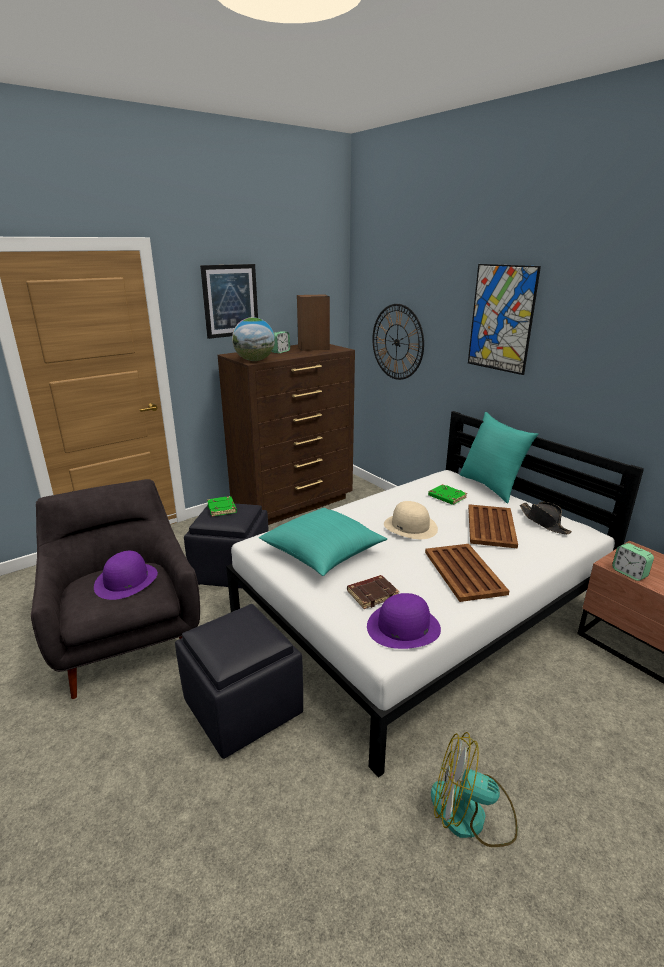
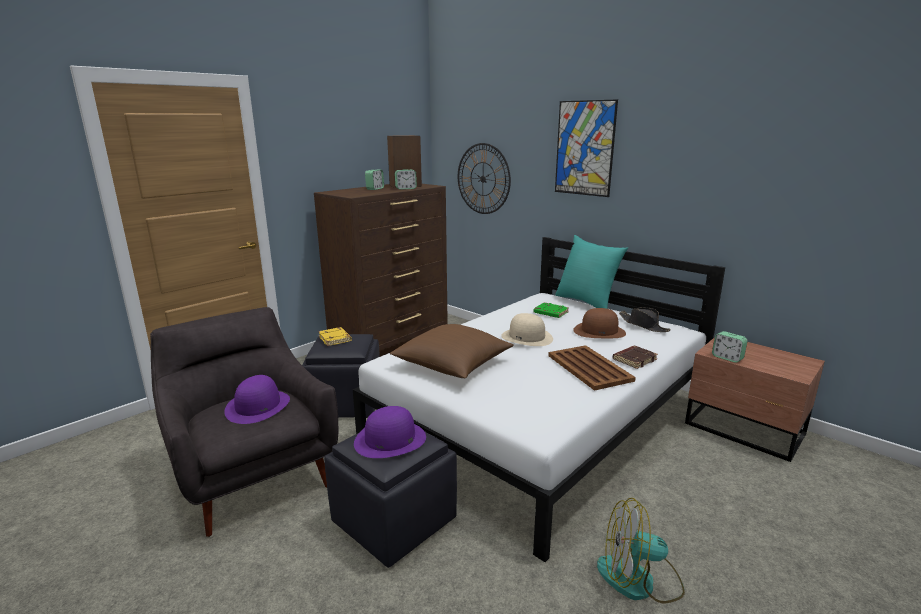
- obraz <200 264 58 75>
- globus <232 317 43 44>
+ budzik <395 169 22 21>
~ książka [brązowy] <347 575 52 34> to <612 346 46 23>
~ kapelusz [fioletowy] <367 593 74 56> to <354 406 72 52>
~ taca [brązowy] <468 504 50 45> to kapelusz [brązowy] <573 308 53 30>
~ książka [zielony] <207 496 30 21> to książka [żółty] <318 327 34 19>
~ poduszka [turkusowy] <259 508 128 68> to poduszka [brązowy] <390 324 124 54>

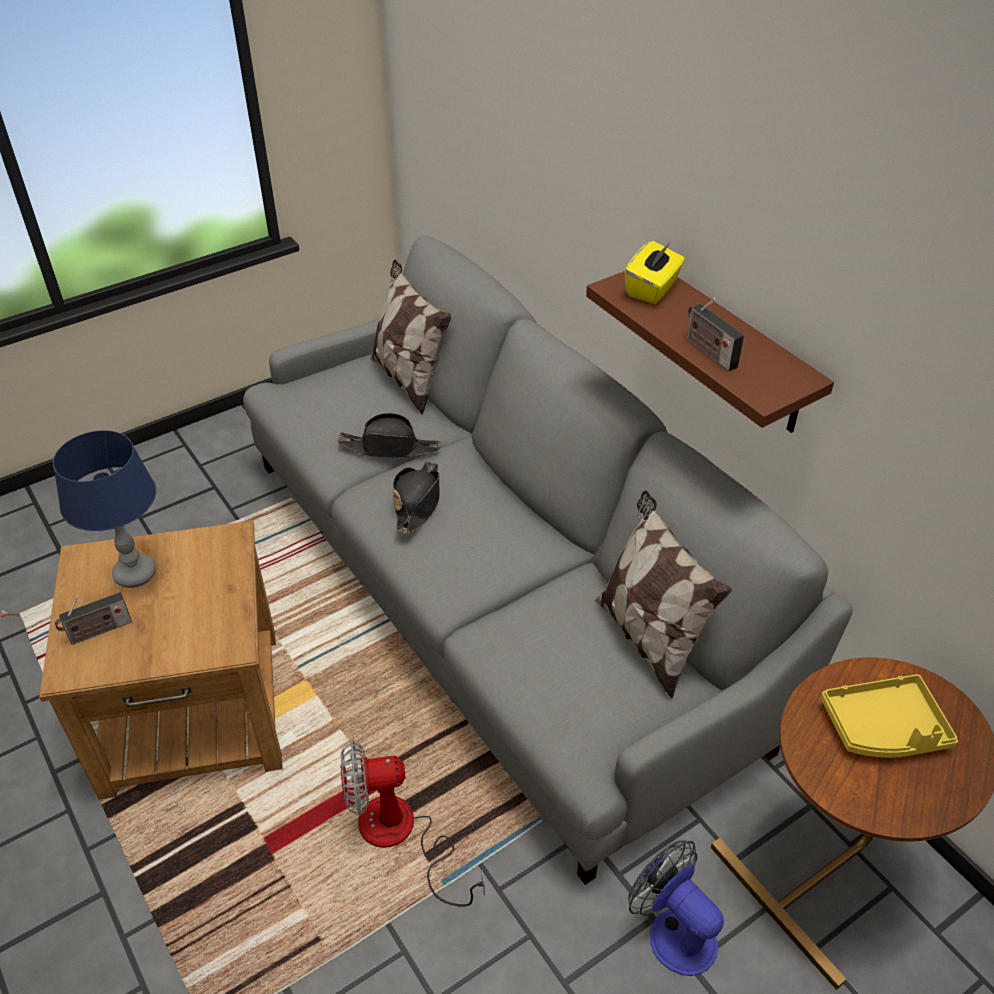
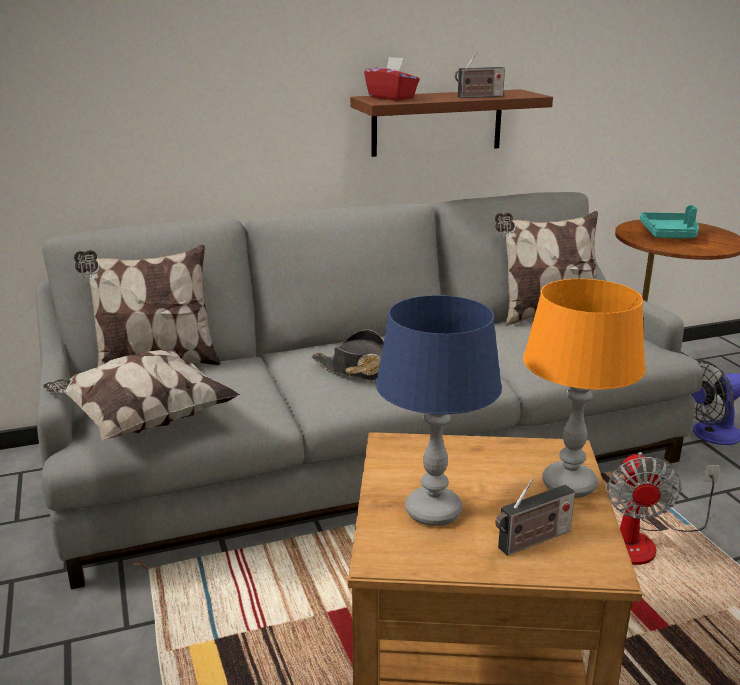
- kapelusz [czarny] <338 413 103 45>
+ poduszka <43 348 197 92>
+ lampa stołowa [pomarańczowy] <523 279 123 219>
~ pudełko chusteczek [żółty] <625 241 60 63> to pudełko chusteczek [czerwony] <364 57 56 43>
~ taca [żółty] <821 674 137 84> to taca [turkusowy] <640 205 59 34>
~ radio <55 592 77 53> = <495 479 80 77> 75 degrees clockwise

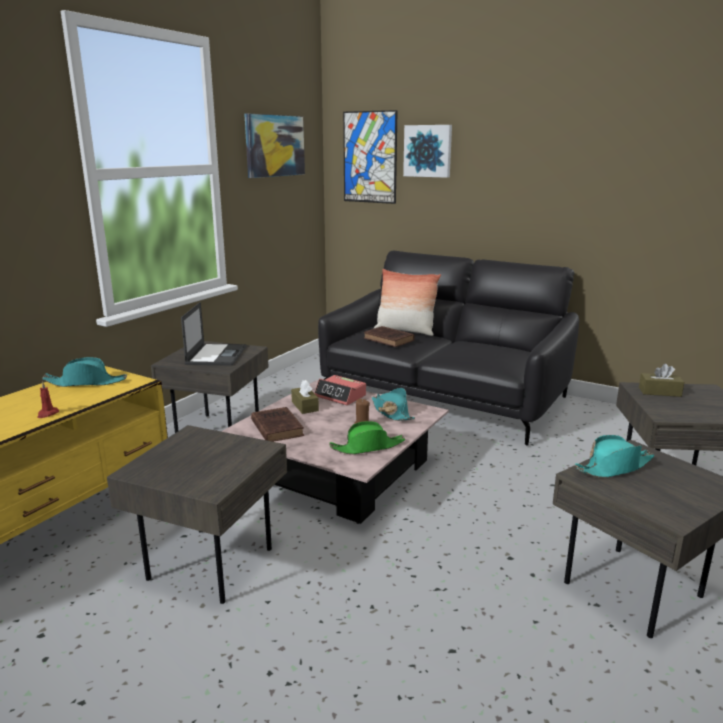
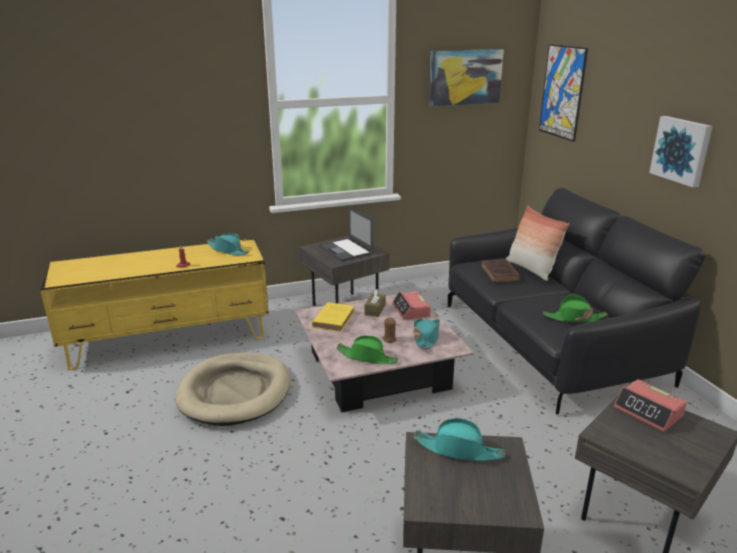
+ kapelusz [zielony] <543 294 65 28>
~ obraz <403 125 49 53> to <649 116 64 71>
~ stolik [szary] <107 425 180 179> to legowisko [beżowy] <175 353 115 73>
~ pudełko chusteczek [brązowy] <639 363 45 34> to budzik <614 379 73 53>
~ książka [brązowy] <251 407 53 35> to książka [żółty] <312 302 43 30>
~ laptop <181 302 65 64> = <319 206 54 56> 105 degrees clockwise

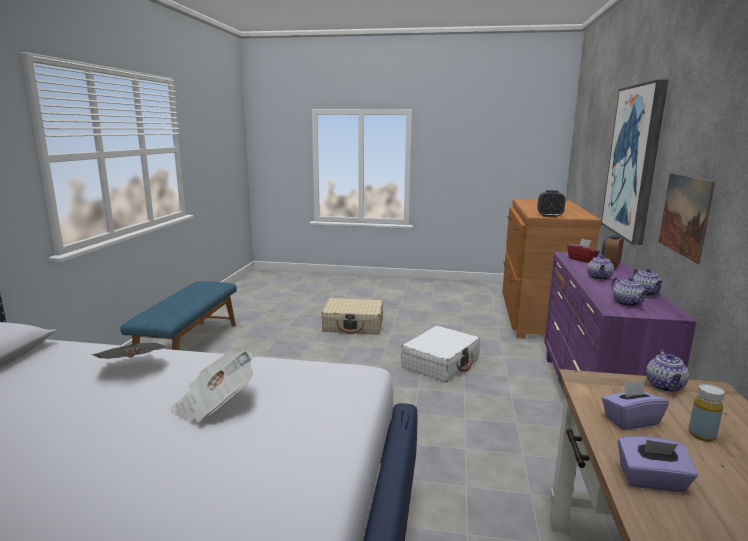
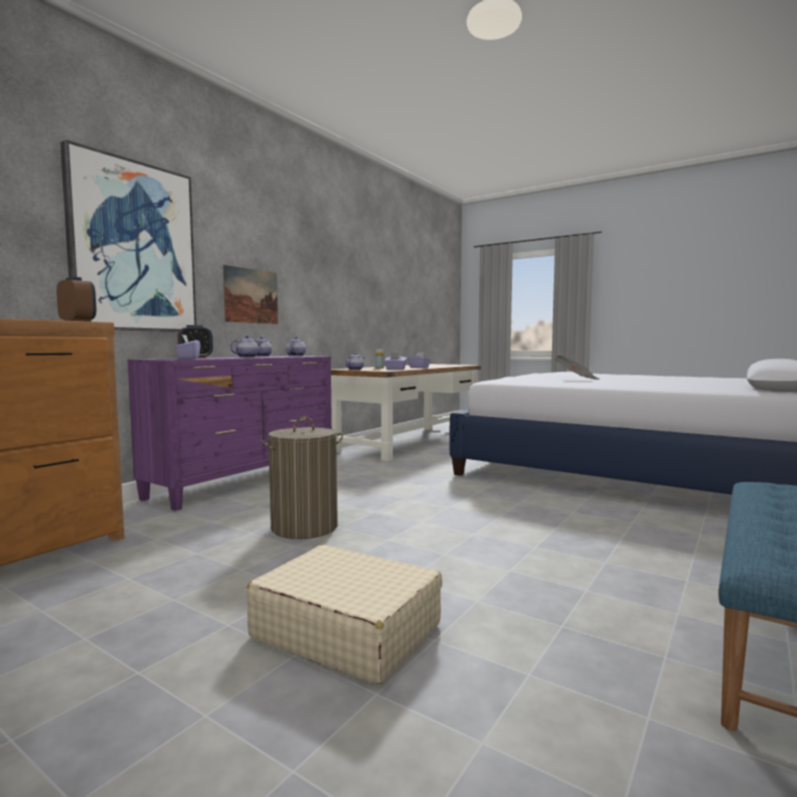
- gazeta <91 343 76 16>
~ walizka [biały] <401 326 79 56> to kosz na pranie <261 417 82 122>
~ pudełko chusteczek [czerwony] <567 238 33 25> to pudełko chusteczek [fioletowy] <175 335 25 24>

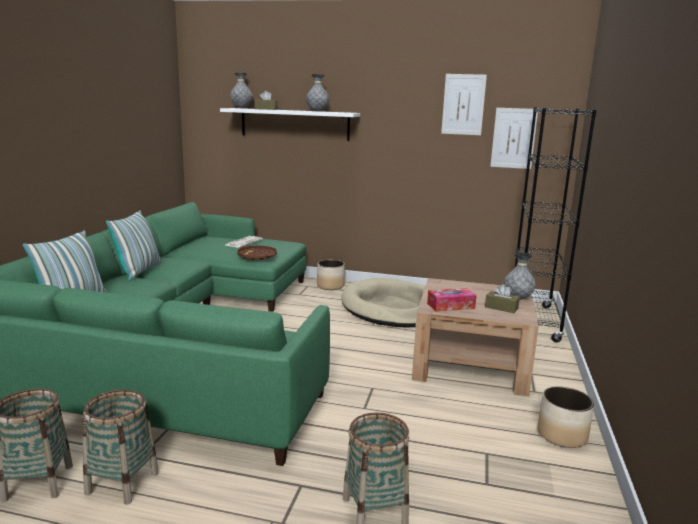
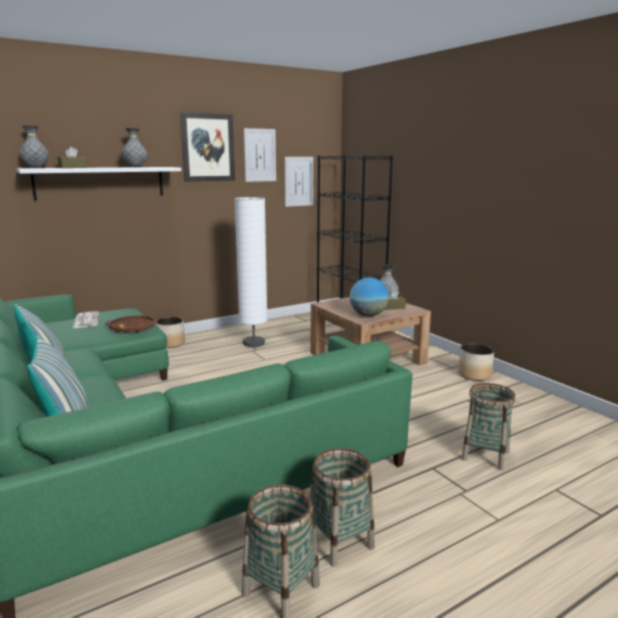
+ obraz <180 112 55 70>
~ legowisko [beżowy] <341 278 84 50> to lampa stojąca [biały] <235 197 33 150>
~ pudełko chusteczek <427 288 50 24> to globus <350 277 39 39>

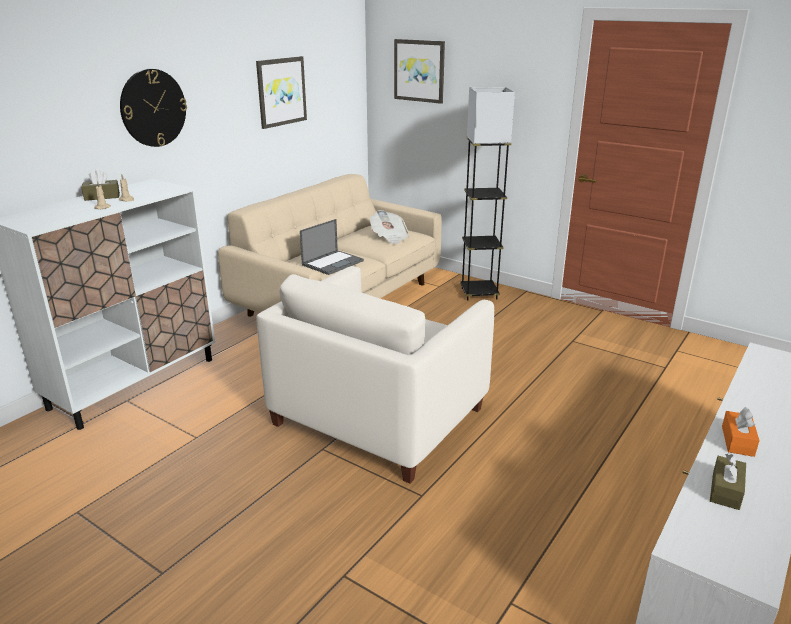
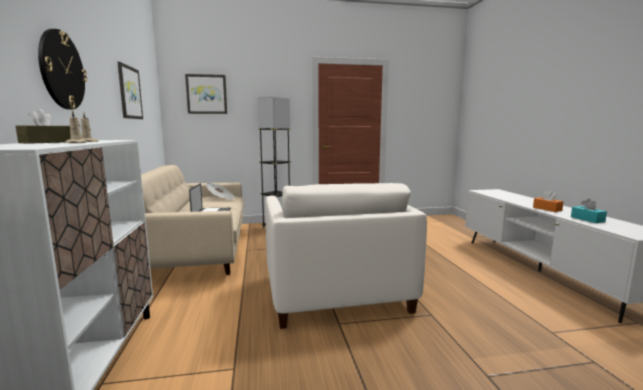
~ pudełko chusteczek [brązowy] <710 453 36 57> to pudełko chusteczek [turkusowy] <571 199 36 24>

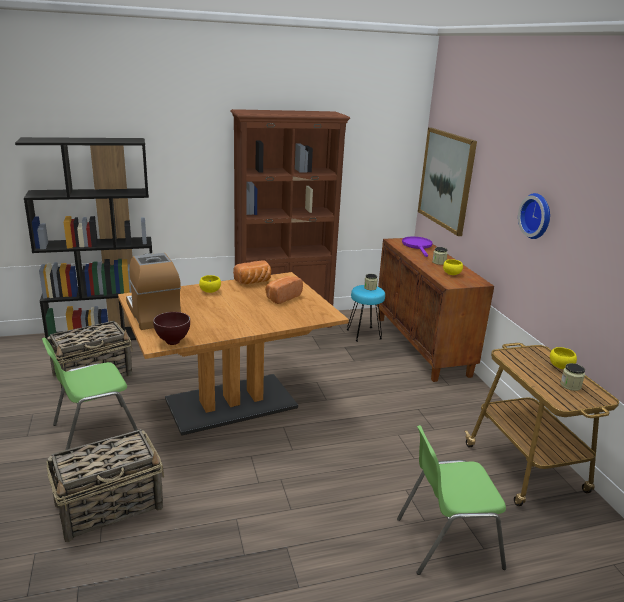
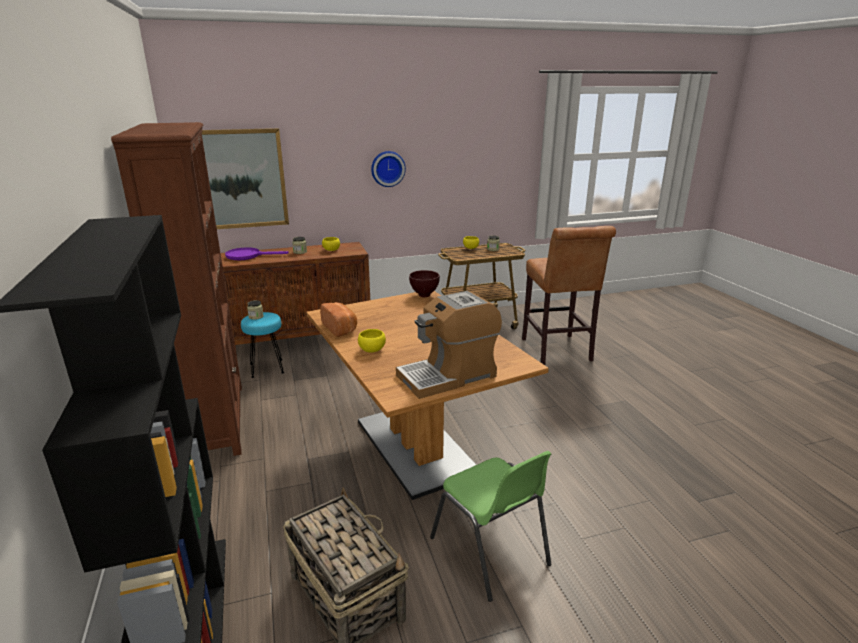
- koszyk <46 429 118 113>
- chleb <265 276 38 28>
~ miska [brązowy] <153 312 37 33> to <409 270 31 27>
~ krzesło [zielony] <397 425 109 150> to stołek [brązowy] <522 226 94 139>

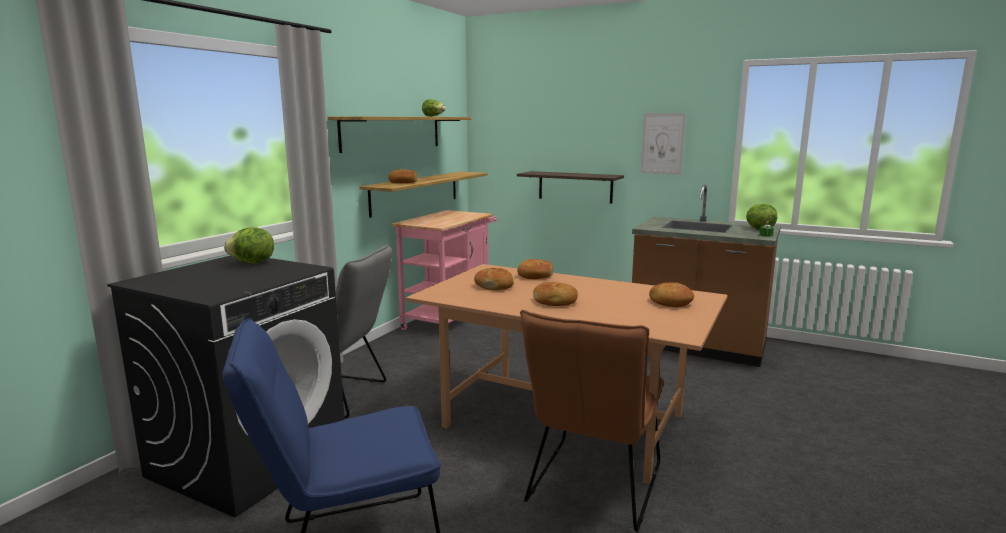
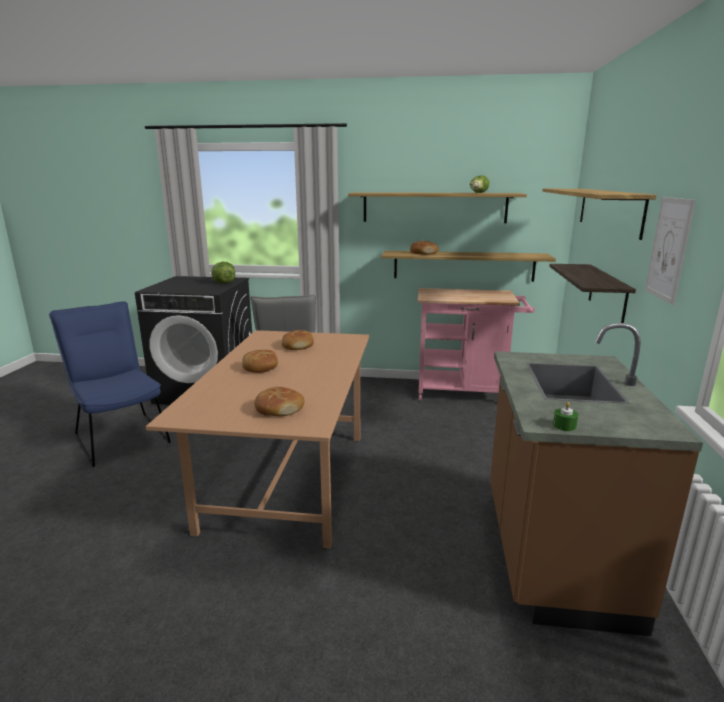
- chleb <517 259 37 20>
- krzesło [brązowy] <520 310 144 222>
- sałata <746 204 31 25>
+ półka <542 189 115 51>

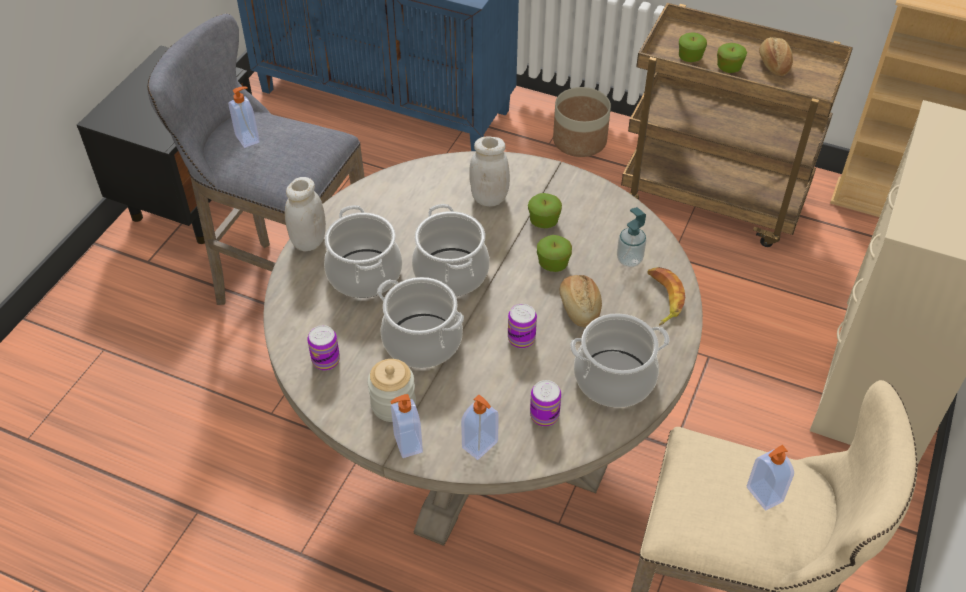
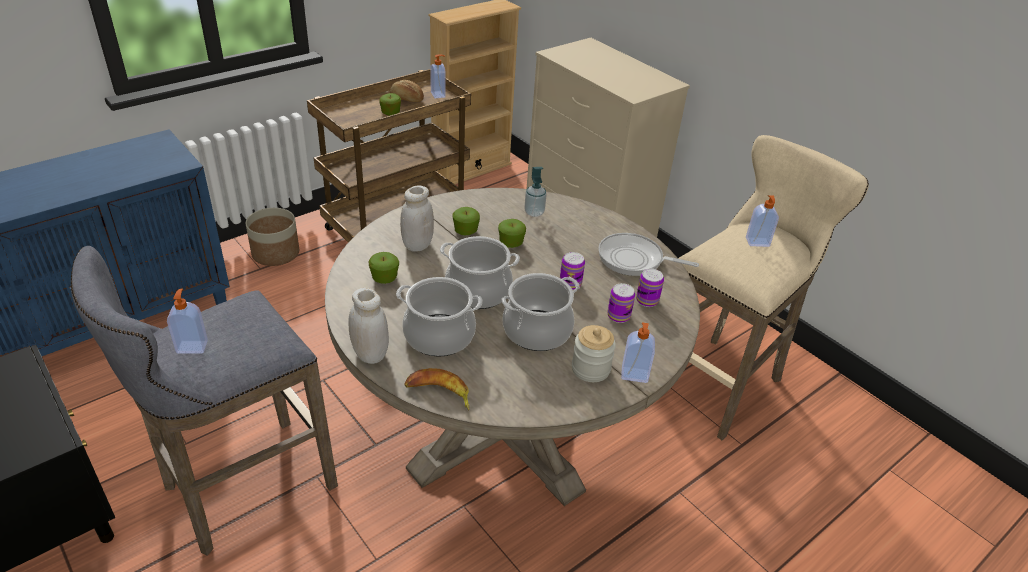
- chleb <560 275 42 52>
~ puszka <307 325 33 45> to <607 283 28 40>
~ dozownik mydła <461 395 38 65> to <430 54 16 44>
~ banan <648 267 37 59> to <404 368 66 42>
~ jabłko <679 32 28 30> to <369 252 30 32>
~ garnek <570 313 100 95> to patelnia <598 233 101 43>

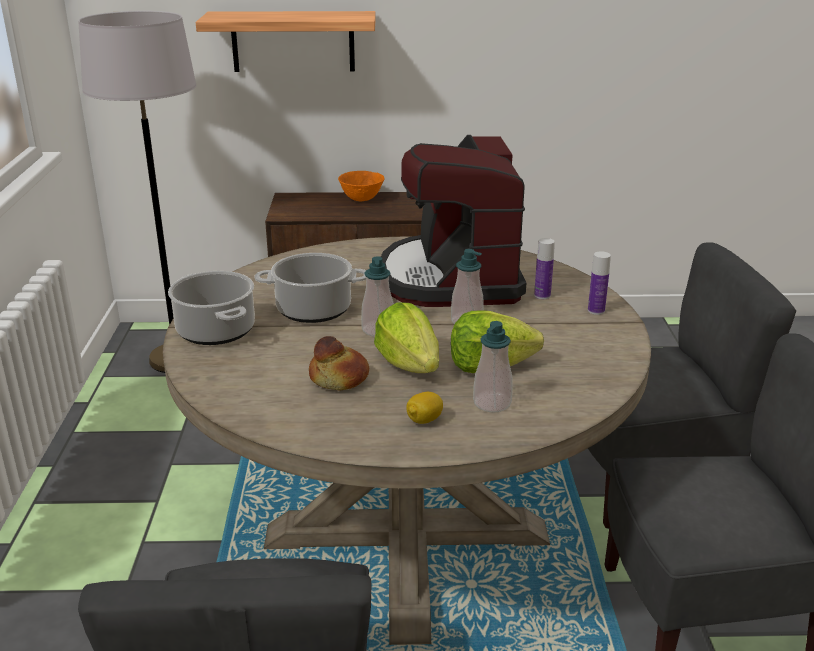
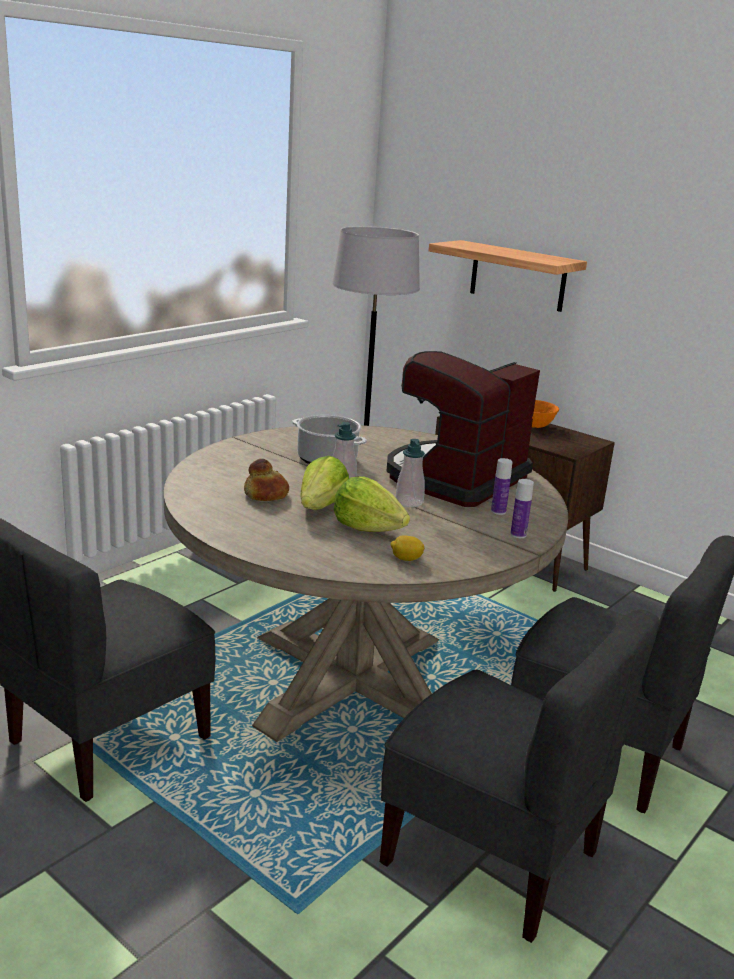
- garnek <168 271 87 74>
- dozownik mydła <473 321 40 92>
~ cytryna <406 392 37 32> to <391 535 34 26>

